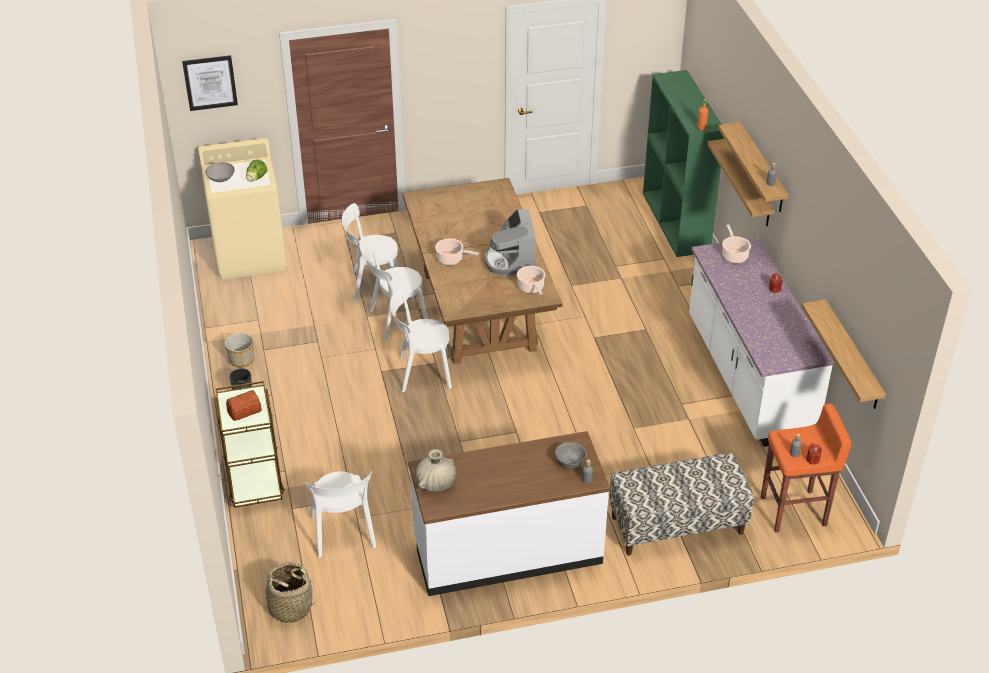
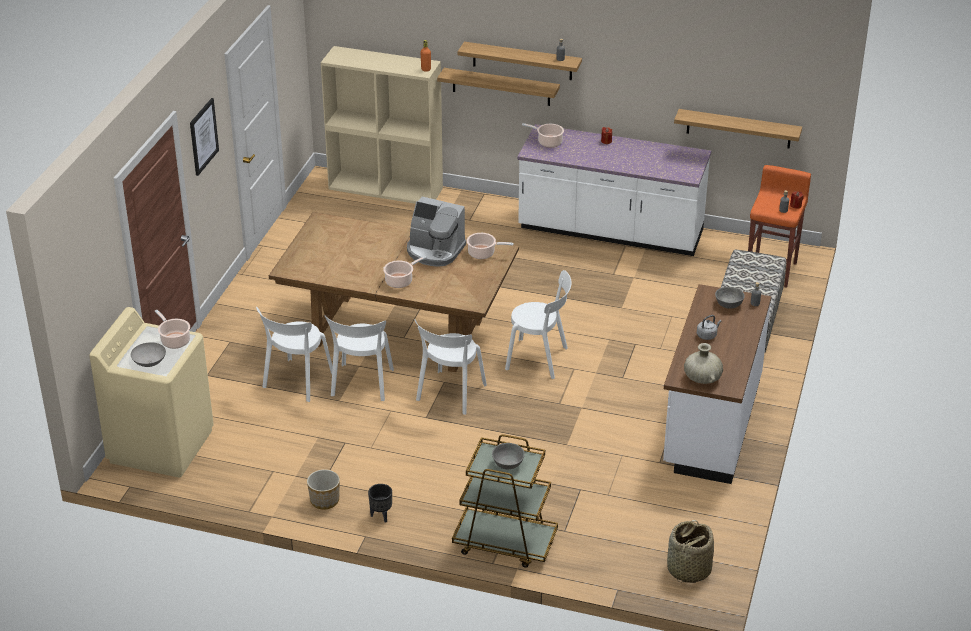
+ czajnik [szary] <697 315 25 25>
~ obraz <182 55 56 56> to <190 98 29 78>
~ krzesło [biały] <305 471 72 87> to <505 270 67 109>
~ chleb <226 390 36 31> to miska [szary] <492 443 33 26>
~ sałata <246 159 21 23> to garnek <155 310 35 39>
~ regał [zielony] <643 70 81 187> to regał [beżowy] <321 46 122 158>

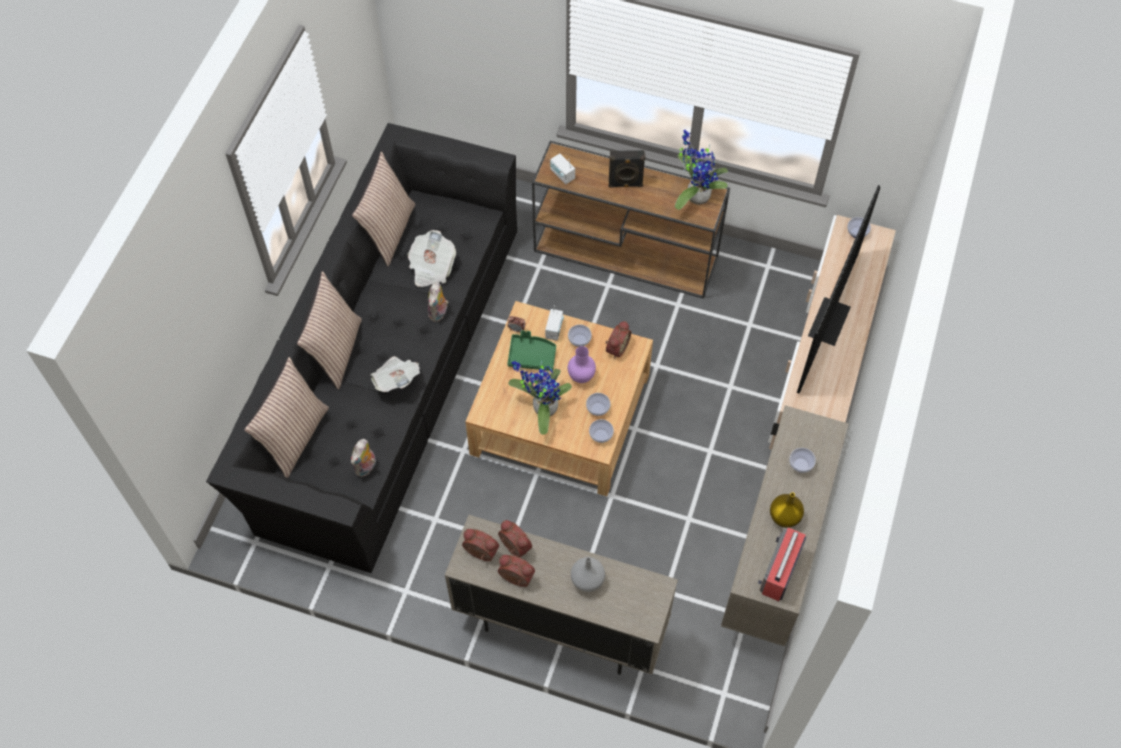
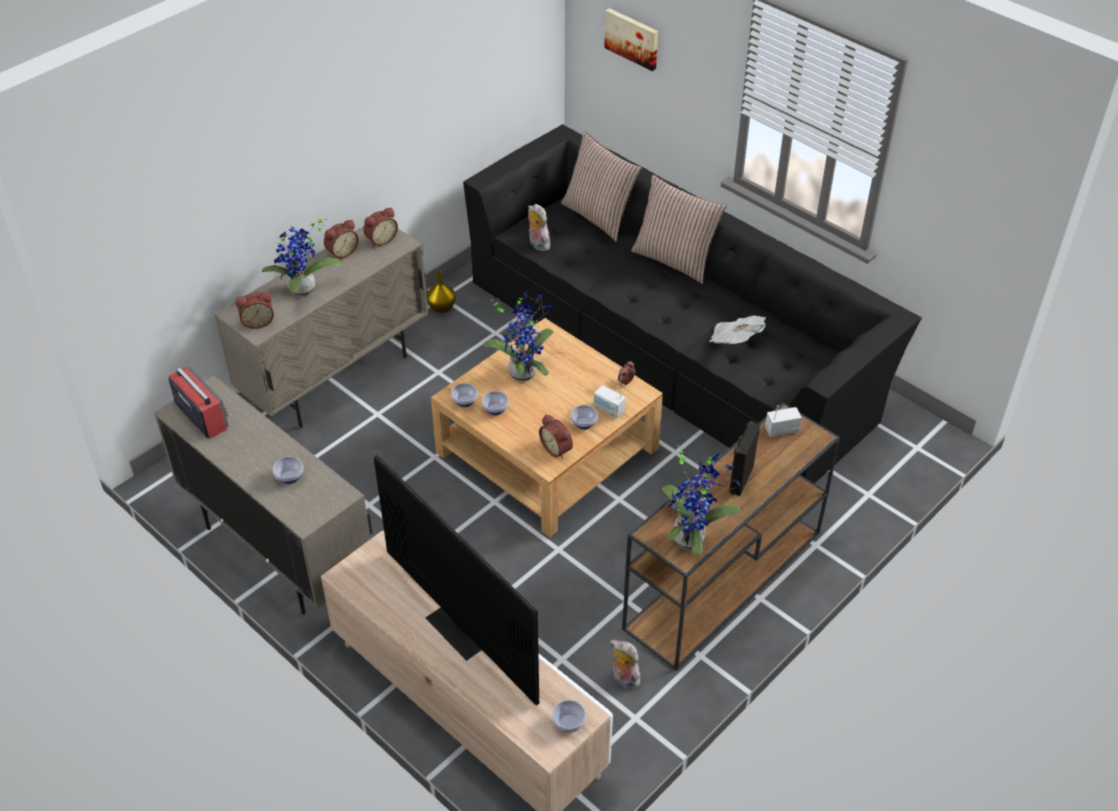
- poduszka <352 152 63 114>
- gazeta <371 356 49 36>
- taca [zielony] <507 330 49 41>
- wazon [fioletowy] <568 346 28 37>
+ obraz <604 8 54 63>
~ pluszak <428 282 20 40> to <610 640 30 49>
~ budzik <498 520 34 38> to <235 292 39 37>
~ wazon [żółty] <770 492 34 36> to <427 270 29 43>
~ wazon [szary] <571 557 34 35> to roślina doniczkowa <262 218 81 79>

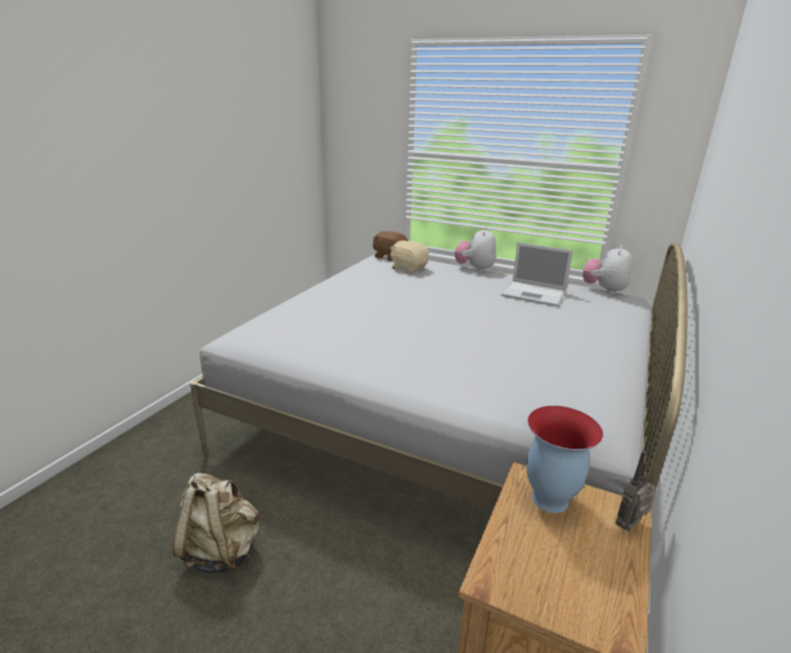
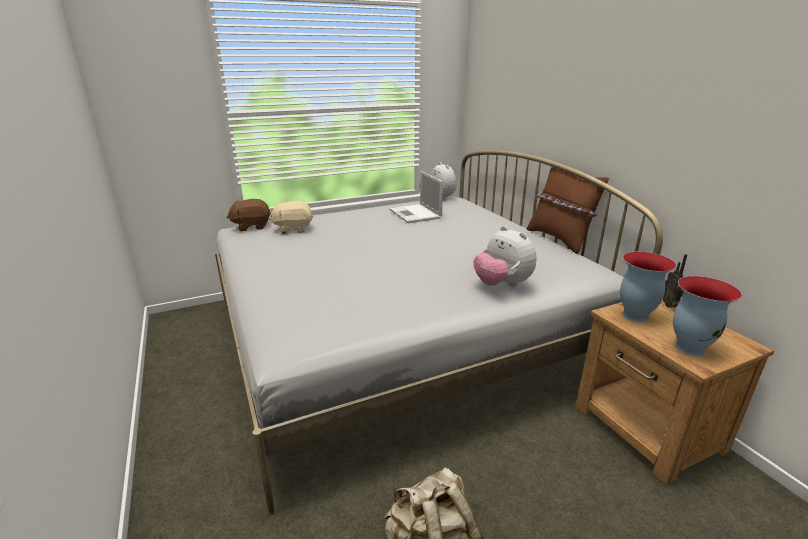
+ poduszka [brązowy] <526 167 83 87>
+ wazon <673 276 69 80>
~ pluszak <455 227 41 45> to <473 226 64 61>
~ laptop <501 242 72 65> = <390 171 53 52> 90 degrees clockwise

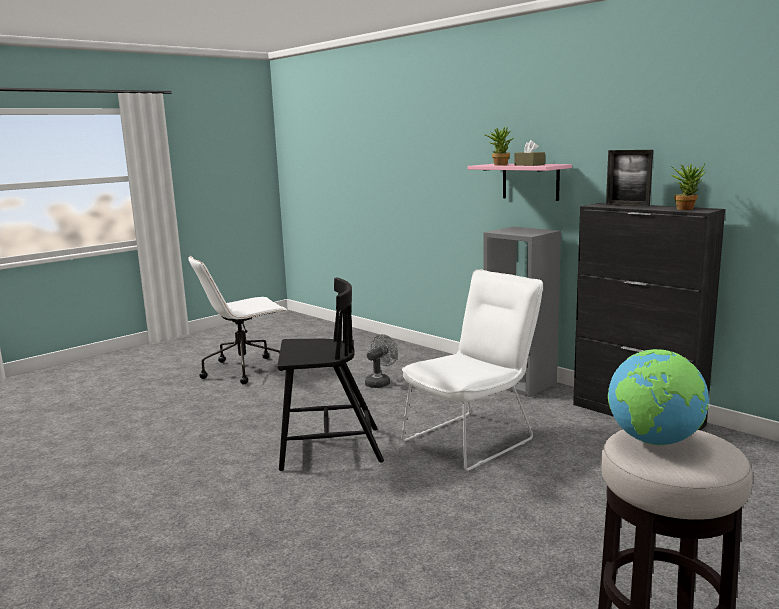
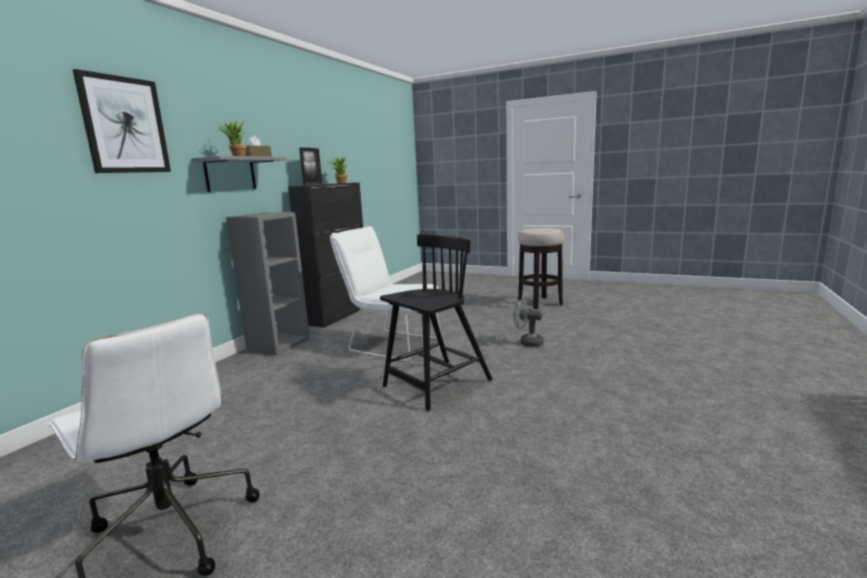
- globus <608 349 101 96>
+ obraz <73 69 98 104>
~ wentylator [szary] <365 334 33 54> to <513 300 31 47>
~ półka [różowy] <467 164 105 37> to półka [szary] <191 156 96 36>
~ krzesło [czarny] <277 278 107 193> = <380 234 112 177> 75 degrees clockwise

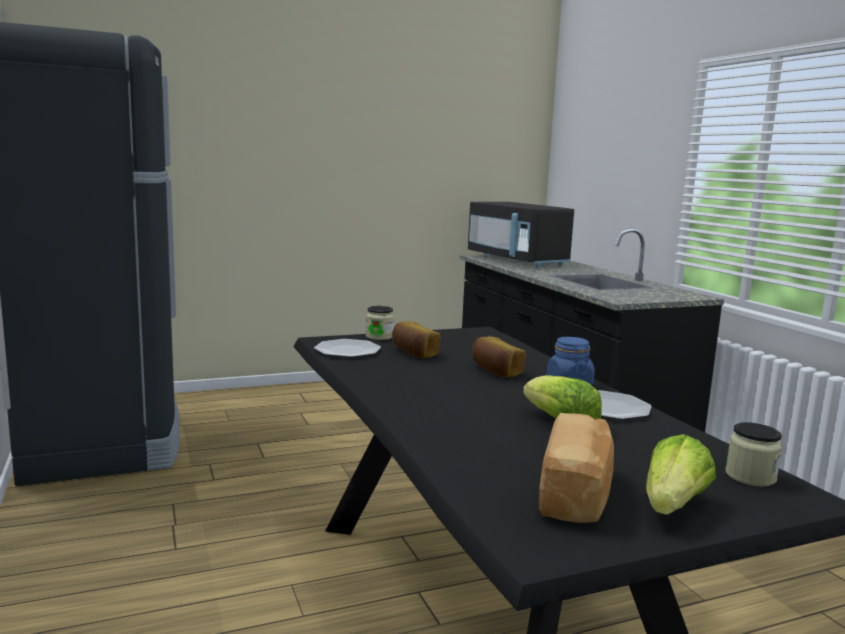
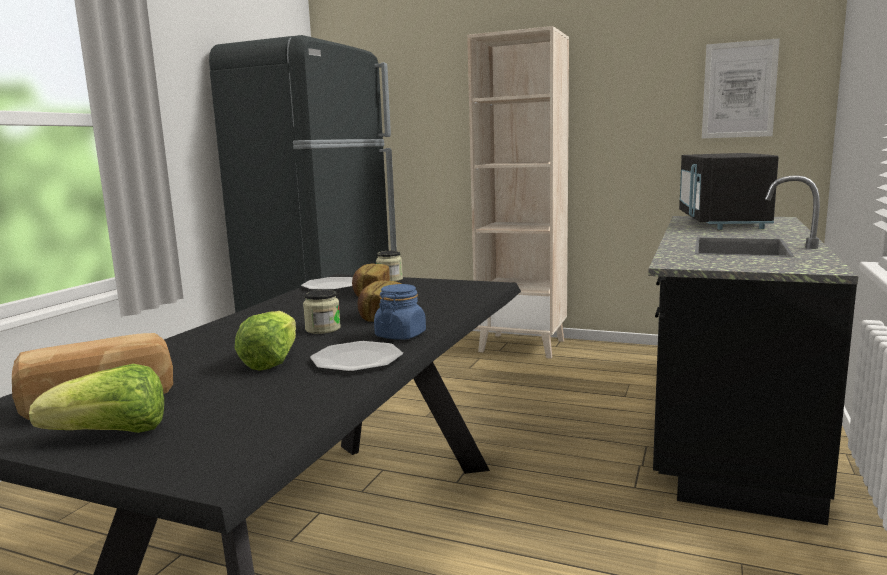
+ regał [beżowy] <467 26 102 333>
+ obraz <702 38 78 101>
~ słoik <726 422 56 65> to <303 289 38 45>

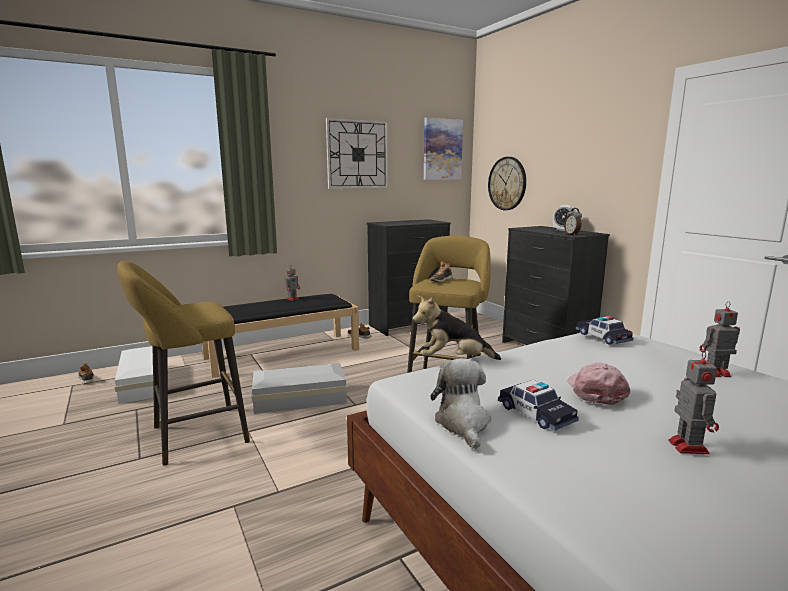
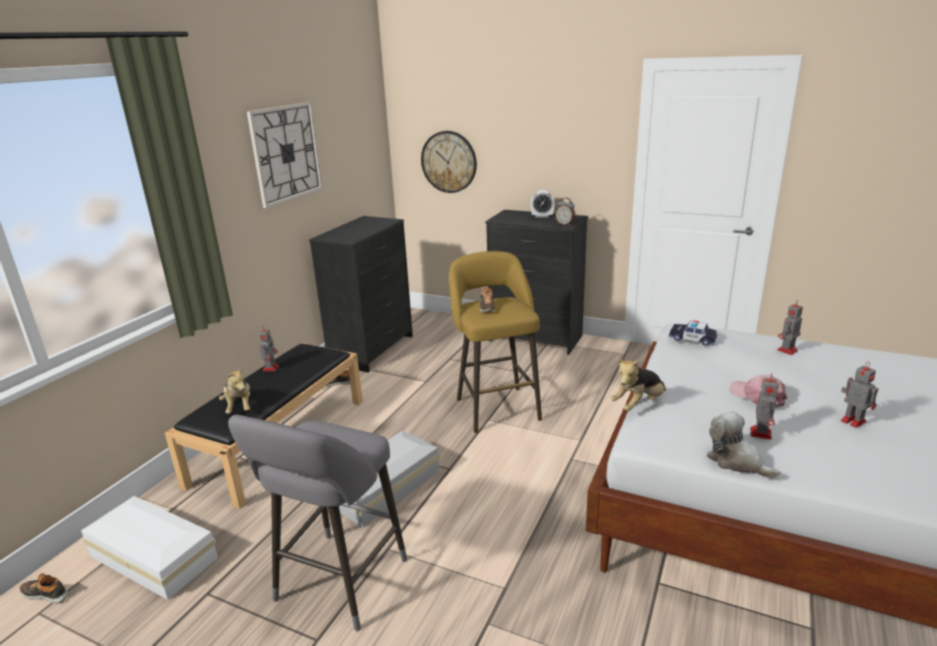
- obraz <424 117 39 63>
+ pluszak <219 366 31 47>
~ samochodzik <498 380 81 51> to robot zabawkowy <750 373 27 67>
~ stołek [żółty] <117 261 133 205> to stołek [szary] <228 415 179 216>

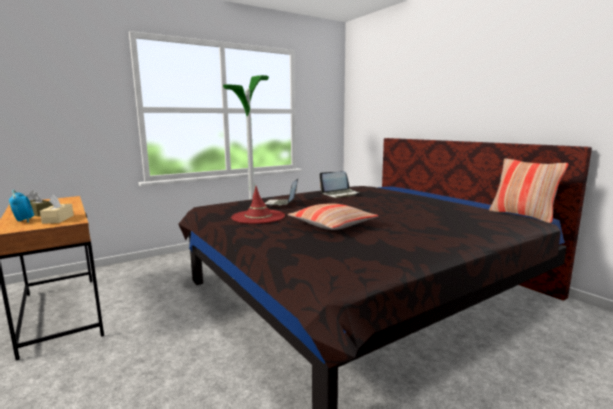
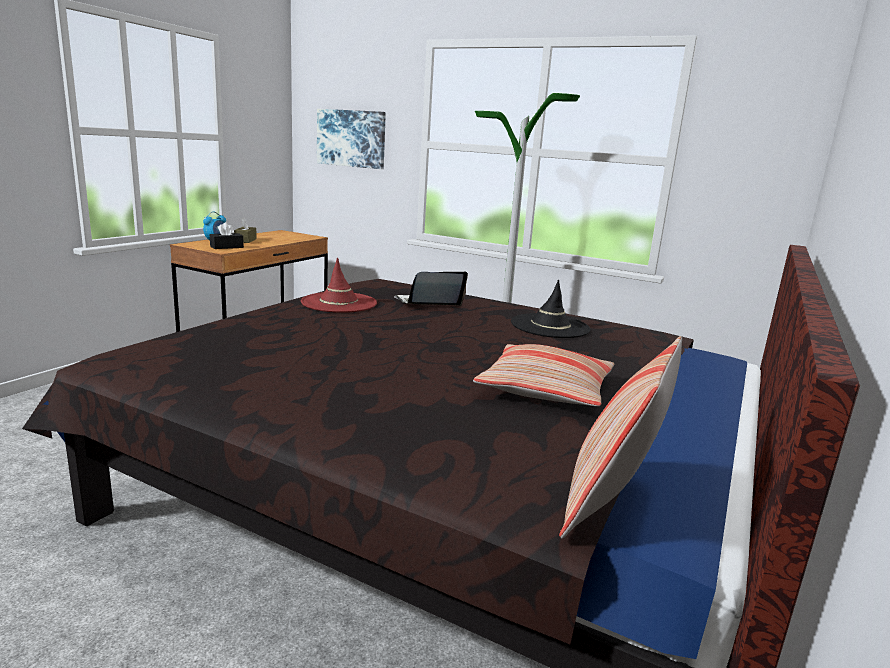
+ obraz <317 109 69 60>
~ poduszka <288 203 90 27> to <473 344 141 62>
~ laptop <320 171 39 27> to kapelusz [czarny] <511 280 80 58>
~ pudełko chusteczek [beżowy] <40 195 34 29> to pudełko chusteczek [czarny] <210 222 34 27>

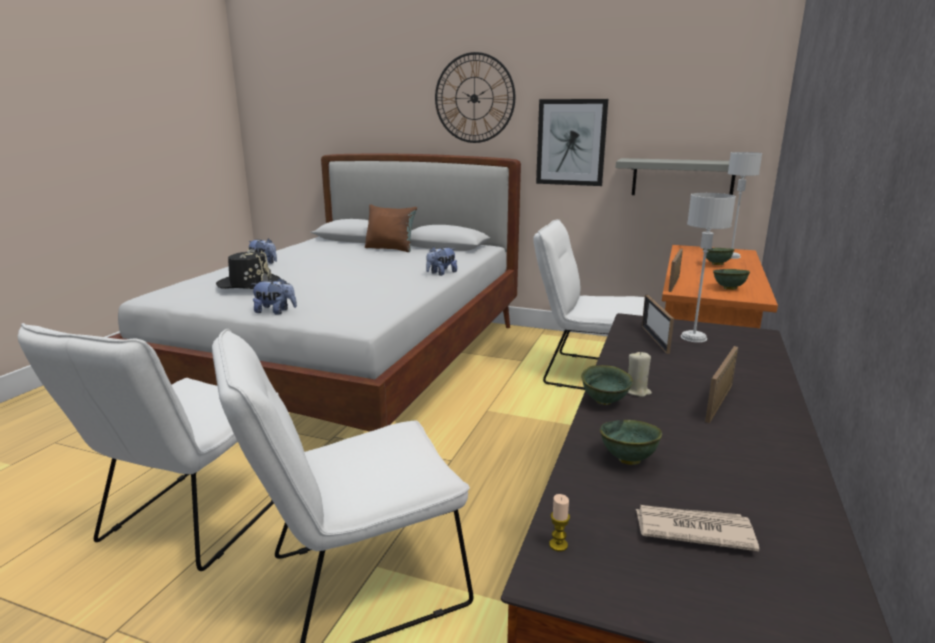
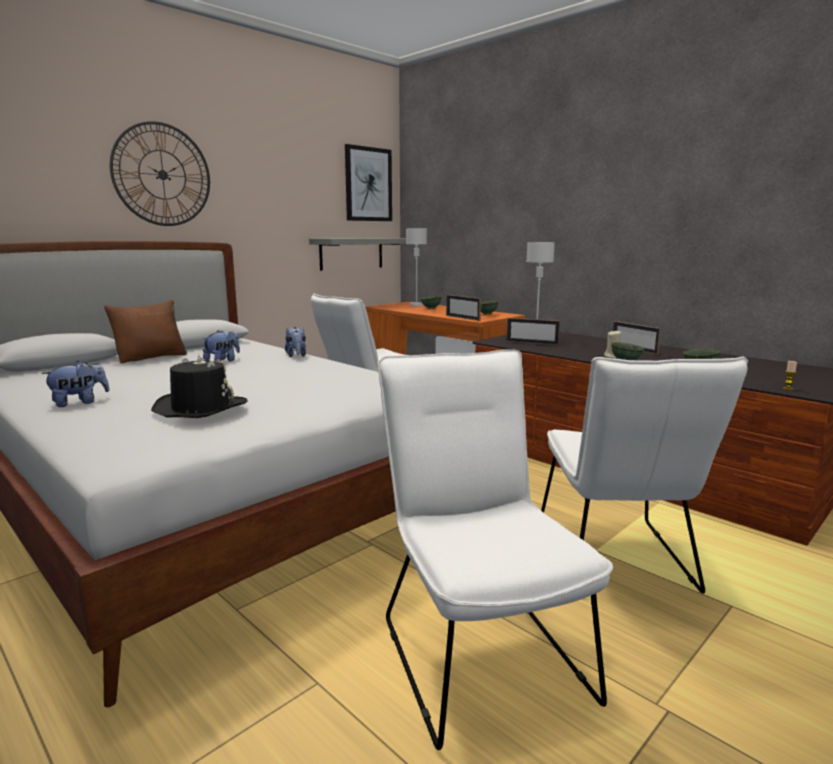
- gazeta <636 505 123 46>
~ pluszak <251 278 46 37> to <203 330 37 32>
~ obraz <536 99 72 87> to <345 144 47 77>
~ krzesło [biały] <18 323 261 248> = <377 349 236 401> 150 degrees counterclockwise

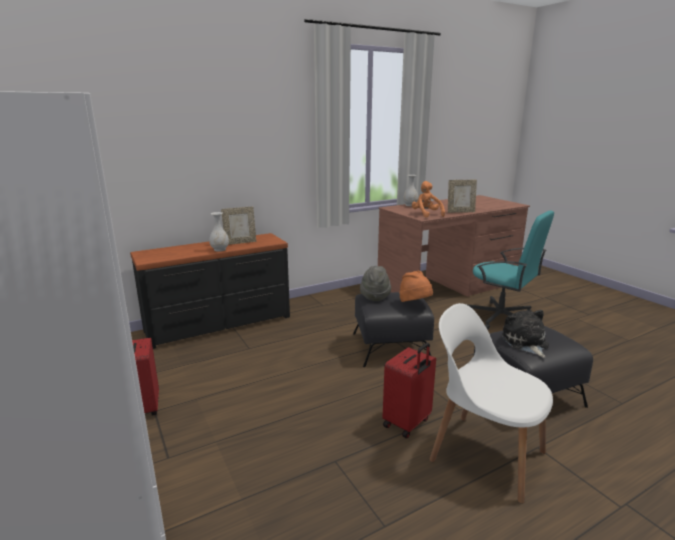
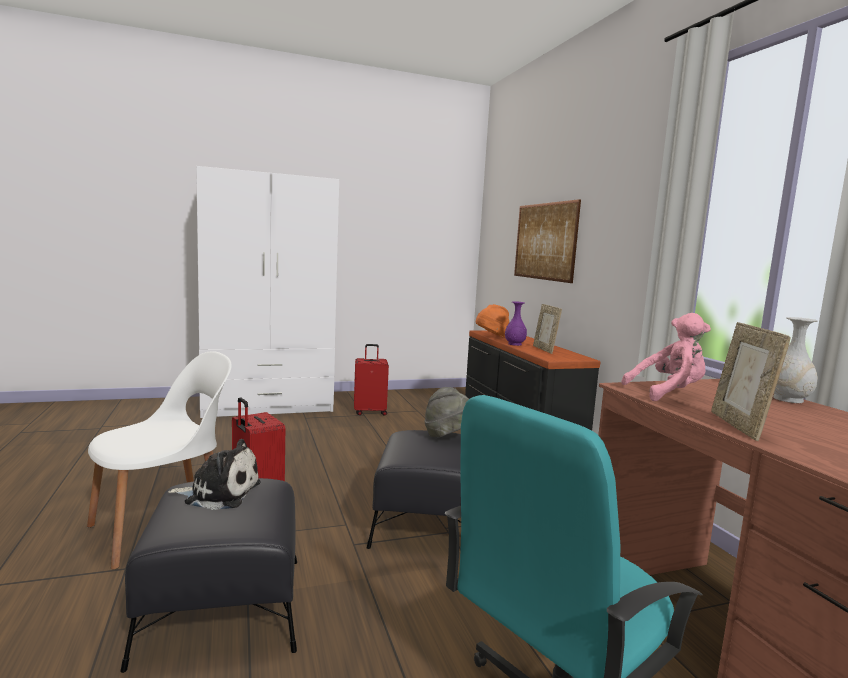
+ obraz <514 199 67 84>
~ kapelusz [pomarańczowy] <399 271 34 31> to <476 304 33 34>
~ wazon [biały] <209 212 20 40> to wazon [fioletowy] <505 301 22 45>
~ pluszak [pomarańczowy] <412 181 33 37> to pluszak [różowy] <621 313 90 88>

